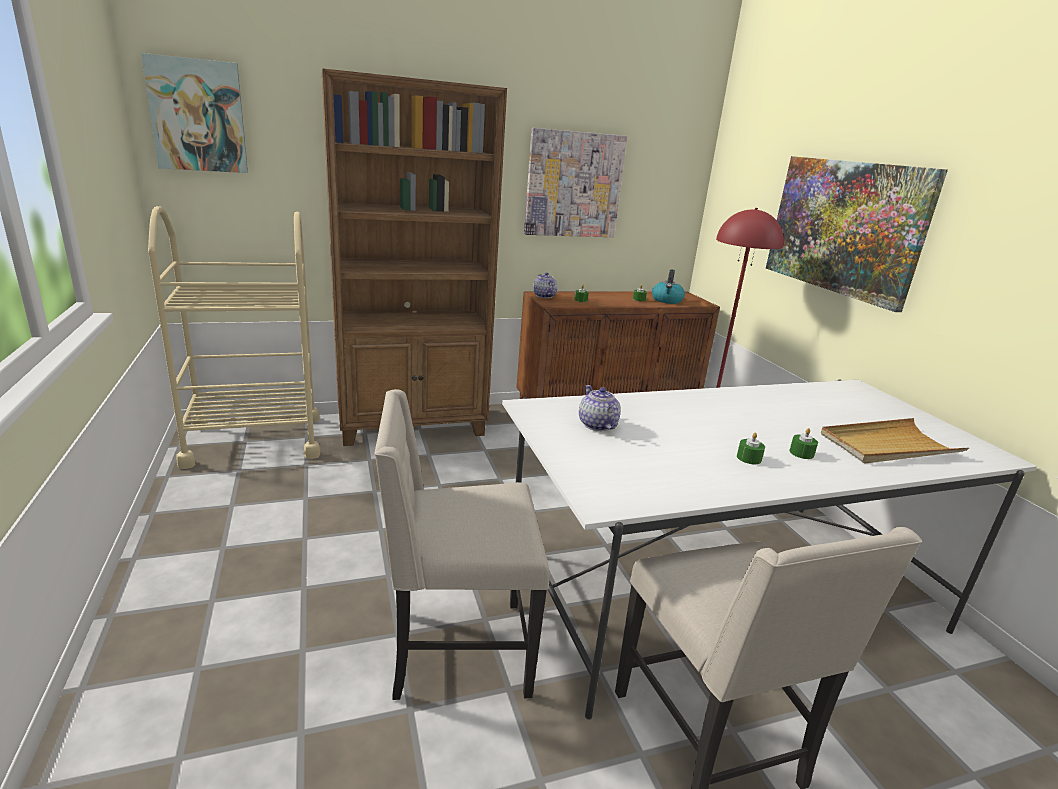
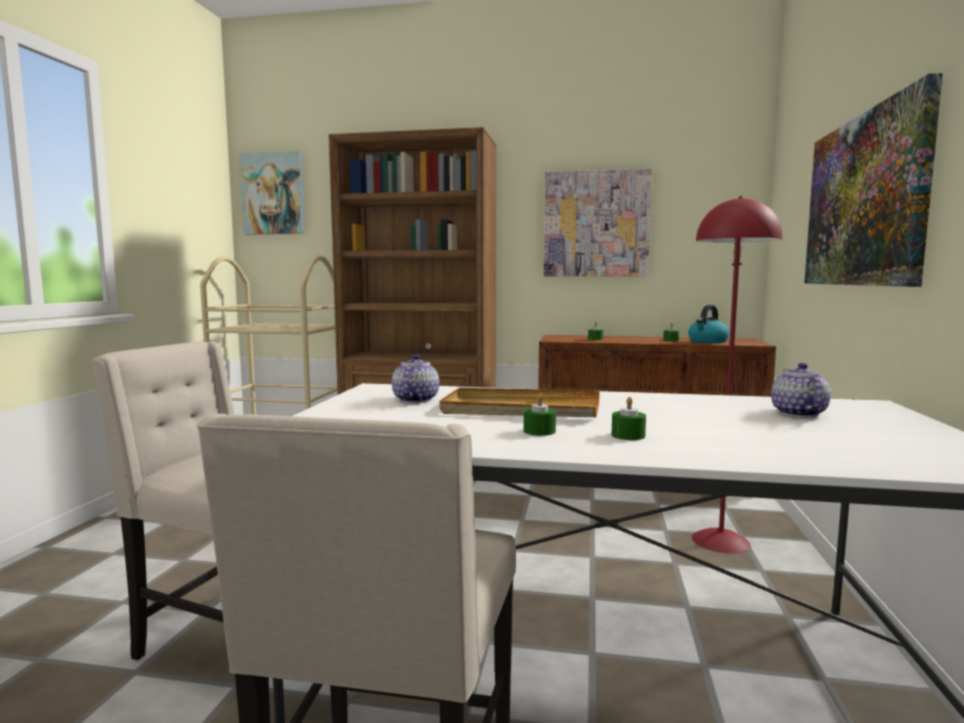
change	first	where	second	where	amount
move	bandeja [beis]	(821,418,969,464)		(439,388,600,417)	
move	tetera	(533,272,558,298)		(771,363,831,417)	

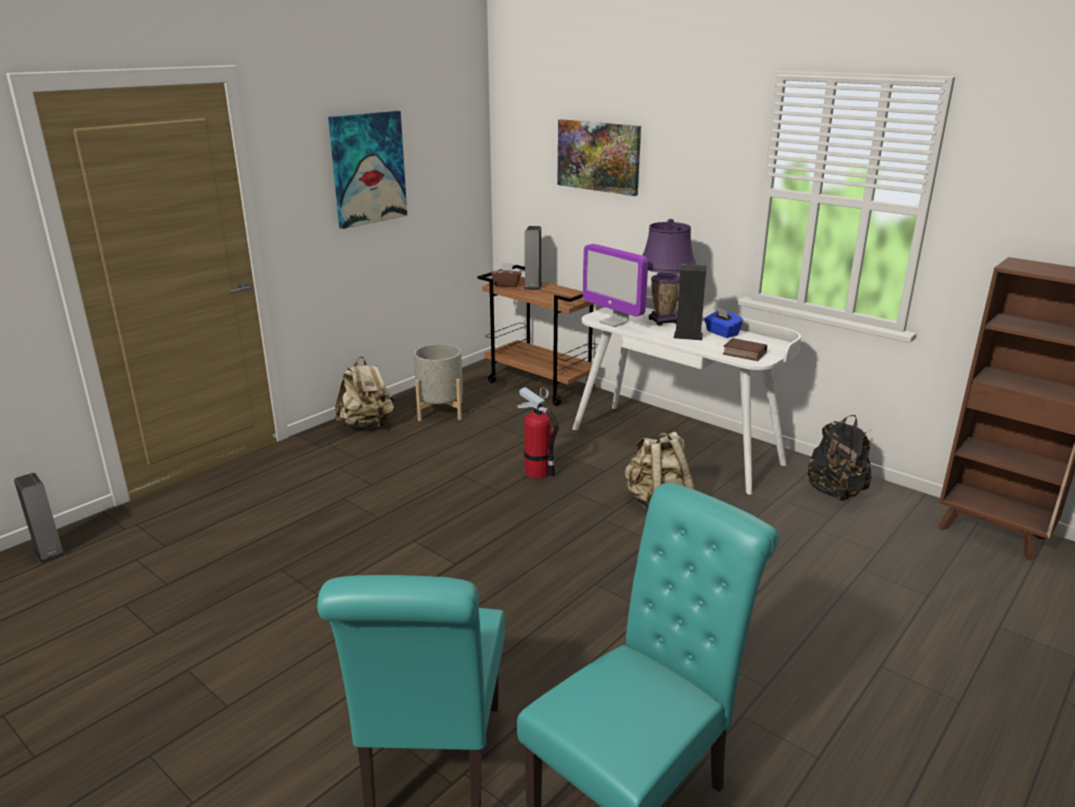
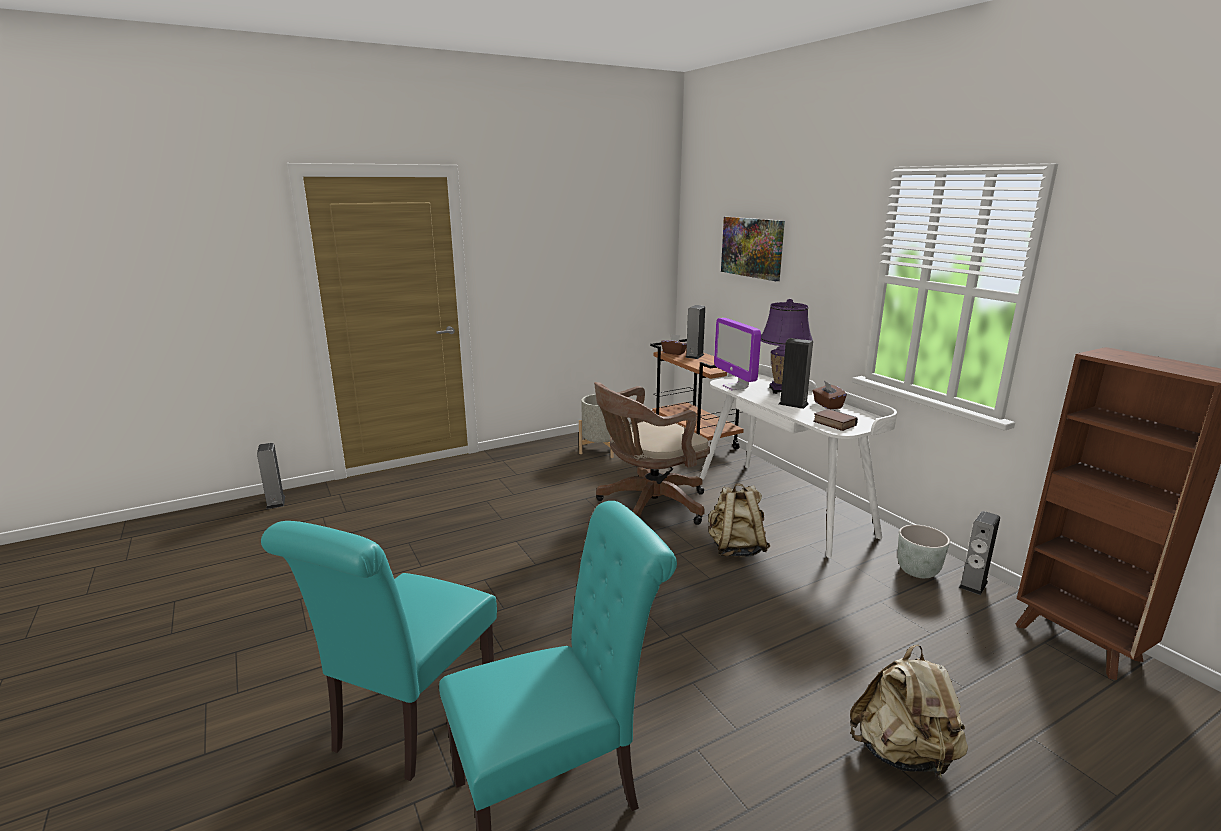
change	first	where	second	where	amount
replace	extintor	(517,387,559,478)	silla de oficina [marrón]	(594,382,710,525)	
recolor	caja de pañuelos [azul]	(704,307,743,338)	caja de pañuelos [marrón]	(813,381,847,409)	
move	mochila [beis]	(335,356,394,428)		(850,645,968,780)	
replace	mochila [negro]	(804,415,871,501)	maceta [gris]	(897,525,950,578)	
insert			altavoz	(959,511,1000,595)	
delete	cuadro	(328,111,407,229)			

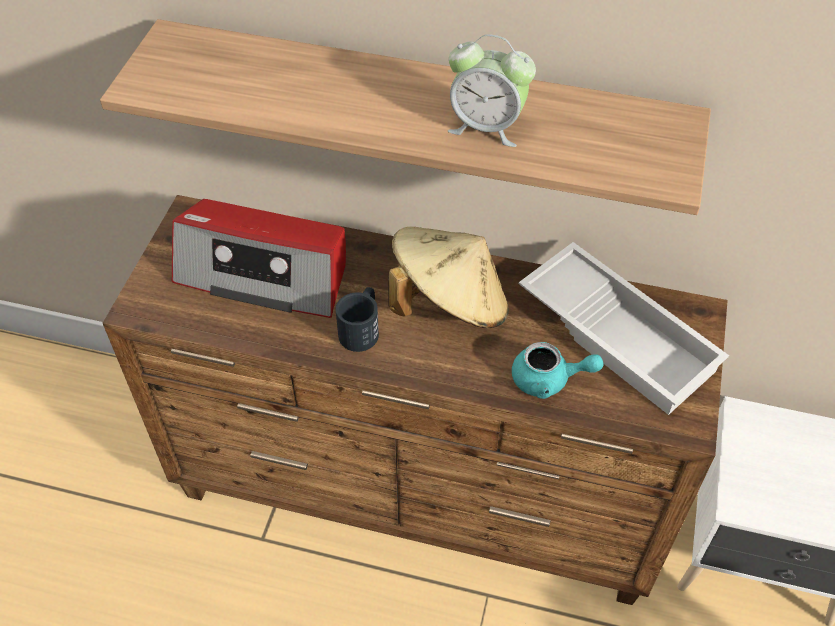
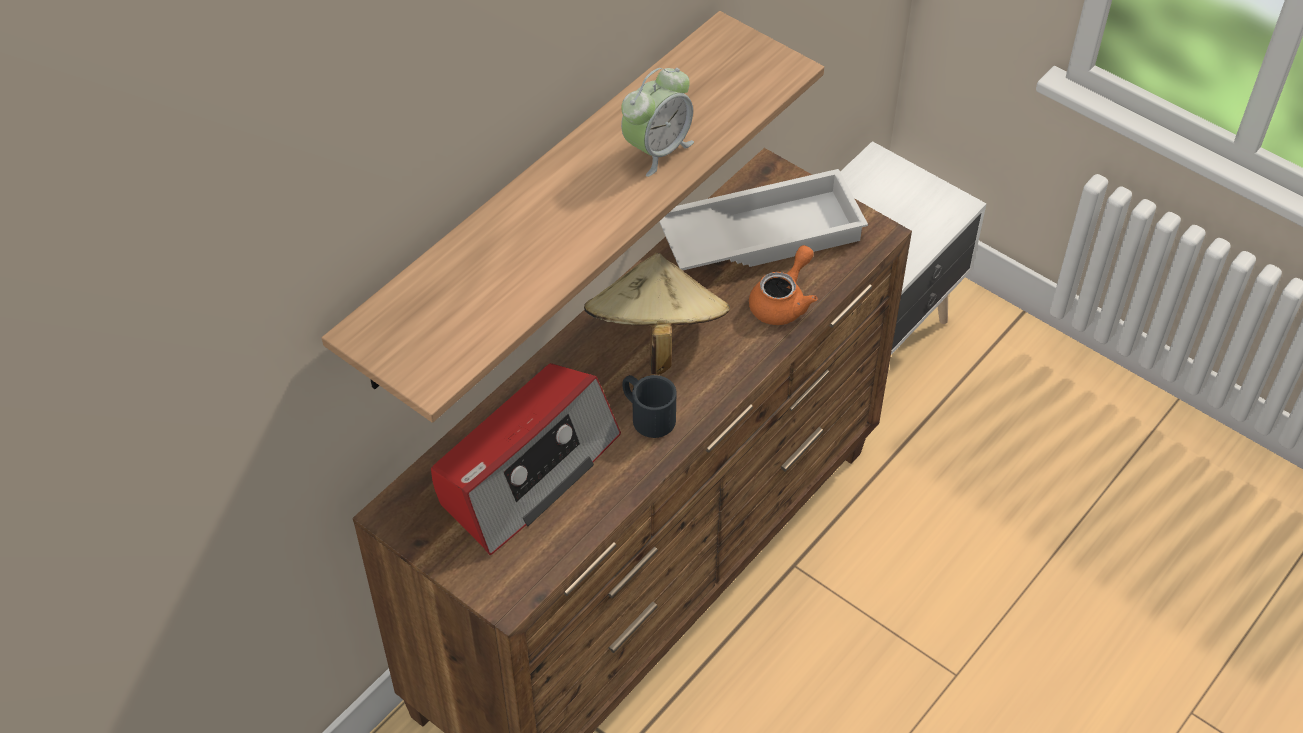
change	first	where	second	where	amount
recolor	tetera [turquesa]	(512,342,604,399)	tetera [naranja]	(749,245,818,325)	

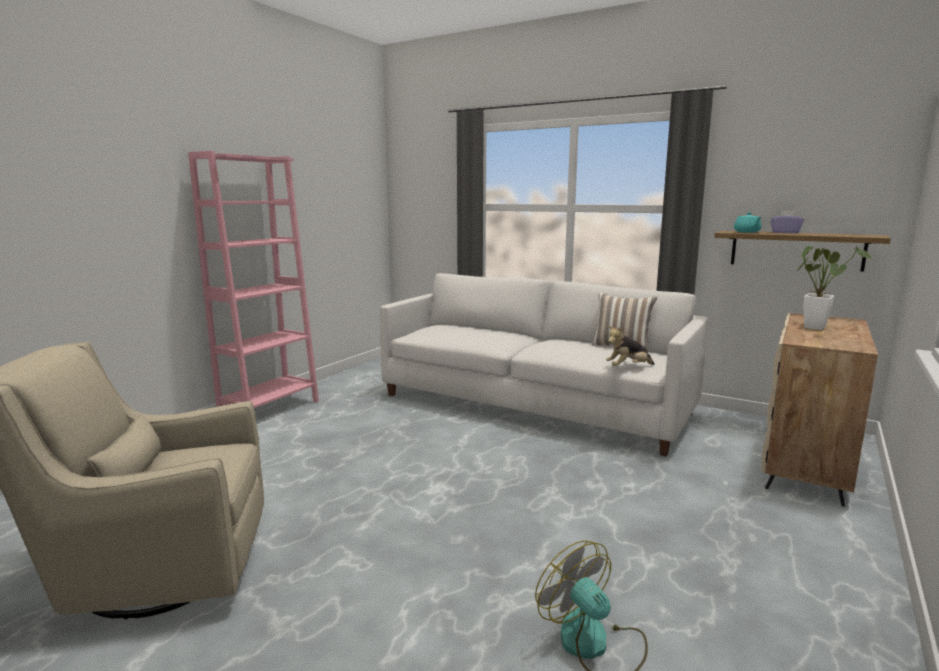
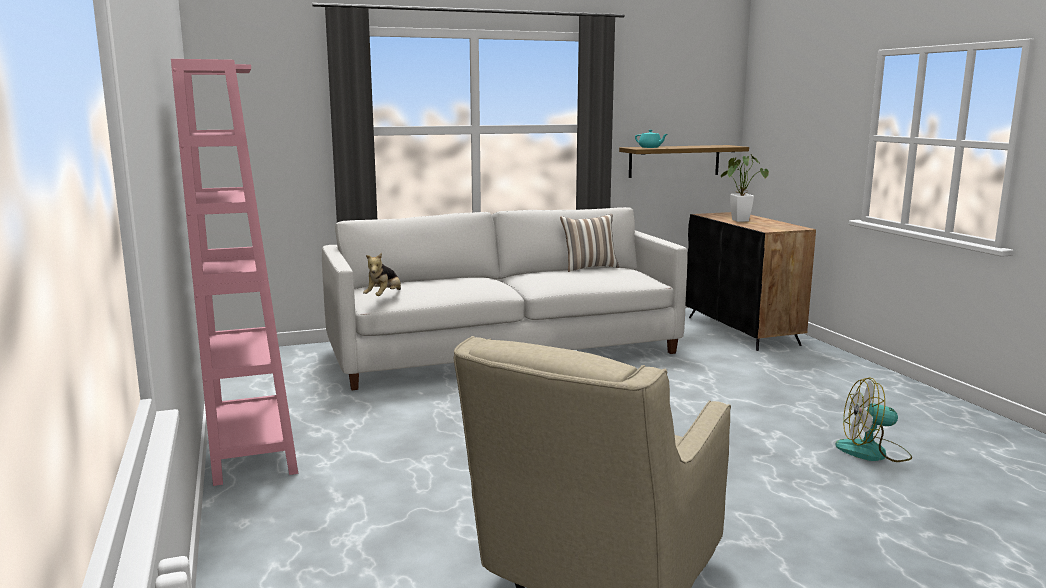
change	first	where	second	where	amount
move	peluche	(606,326,655,366)		(363,253,401,296)	
recolor	armario [beis]	(762,313,878,507)	armario [negro]	(686,212,816,351)	
delete	caja de pañuelos [morado]	(770,210,804,233)			

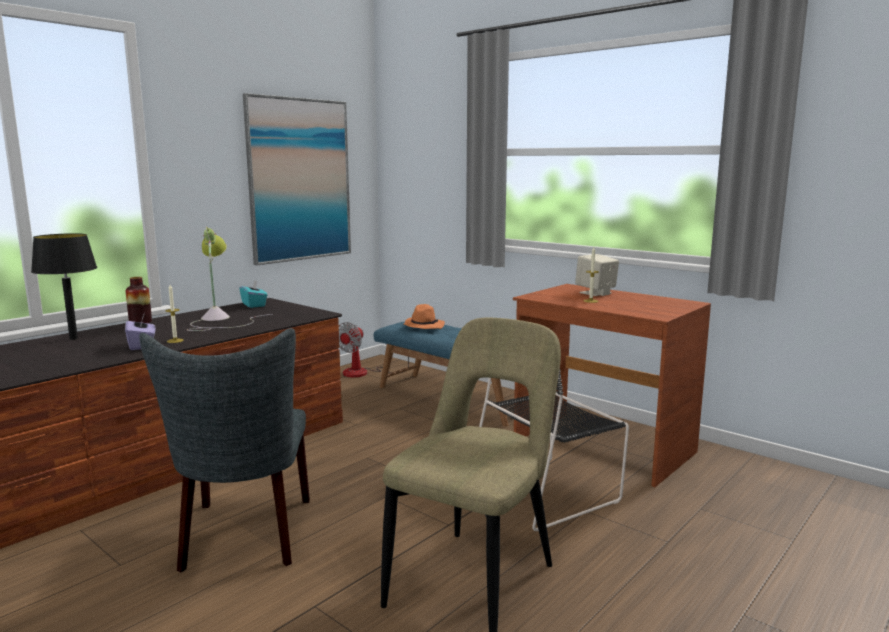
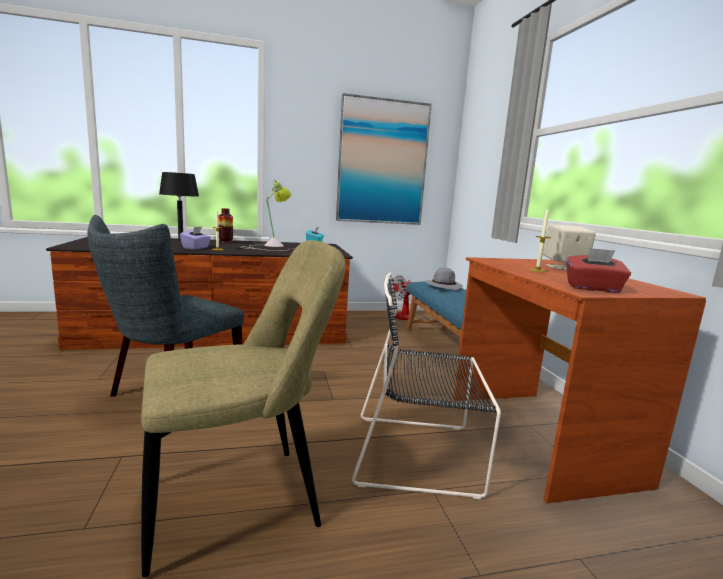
change	first	where	second	where	amount
recolor	sombrero [naranja]	(403,304,445,329)	sombrero [gris]	(425,268,463,290)	
insert			caja de pañuelos [rojo]	(566,248,631,292)	

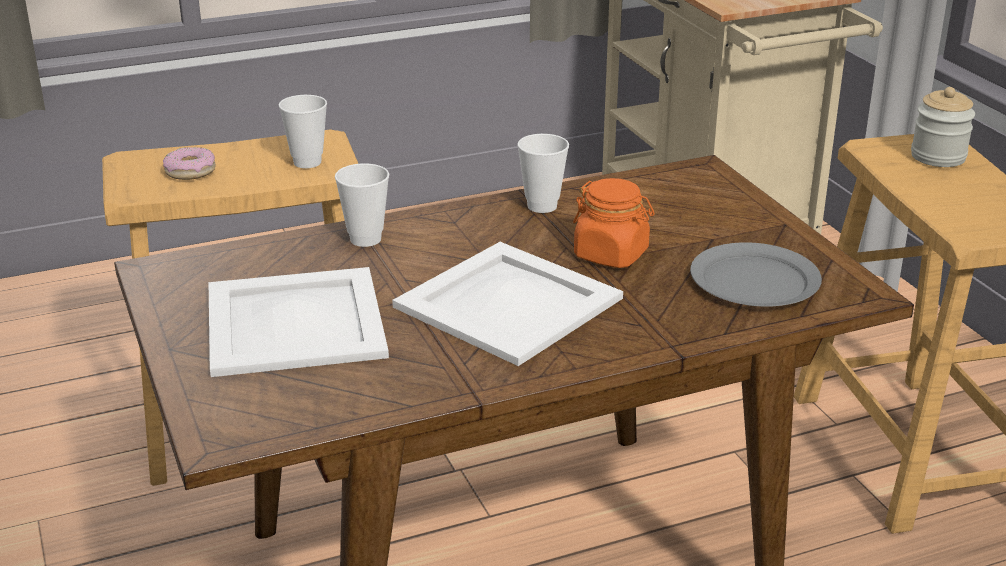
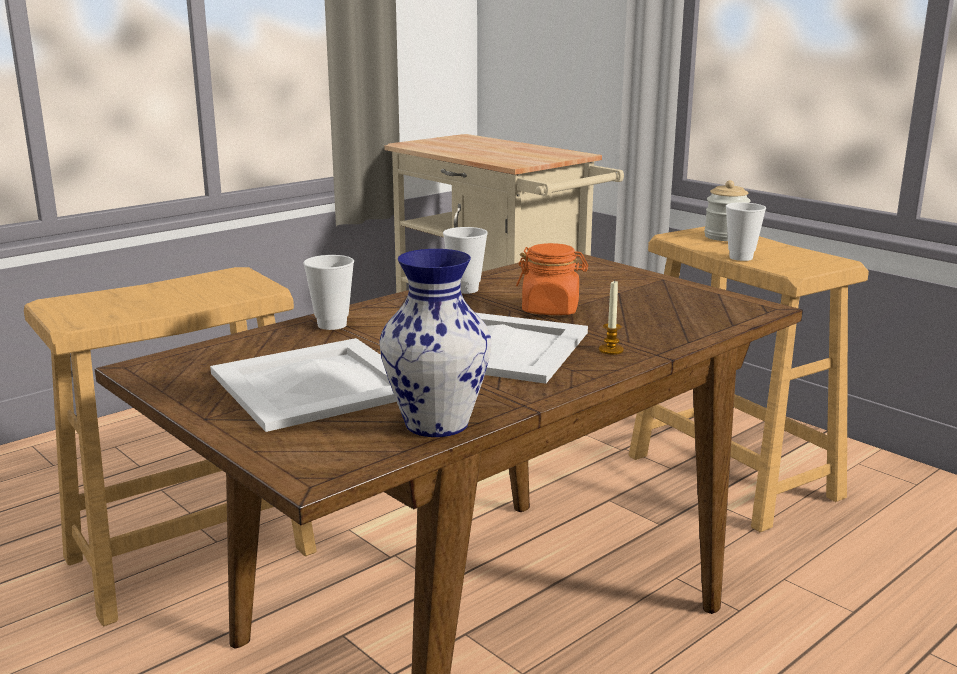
change	first	where	second	where	amount
insert			florero	(379,249,492,437)	
insert			vela	(599,279,624,355)	
move	taza	(279,95,327,168)		(726,202,766,261)	
delete	rosquilla	(163,147,216,180)			
delete	plato [gris]	(690,242,822,307)			

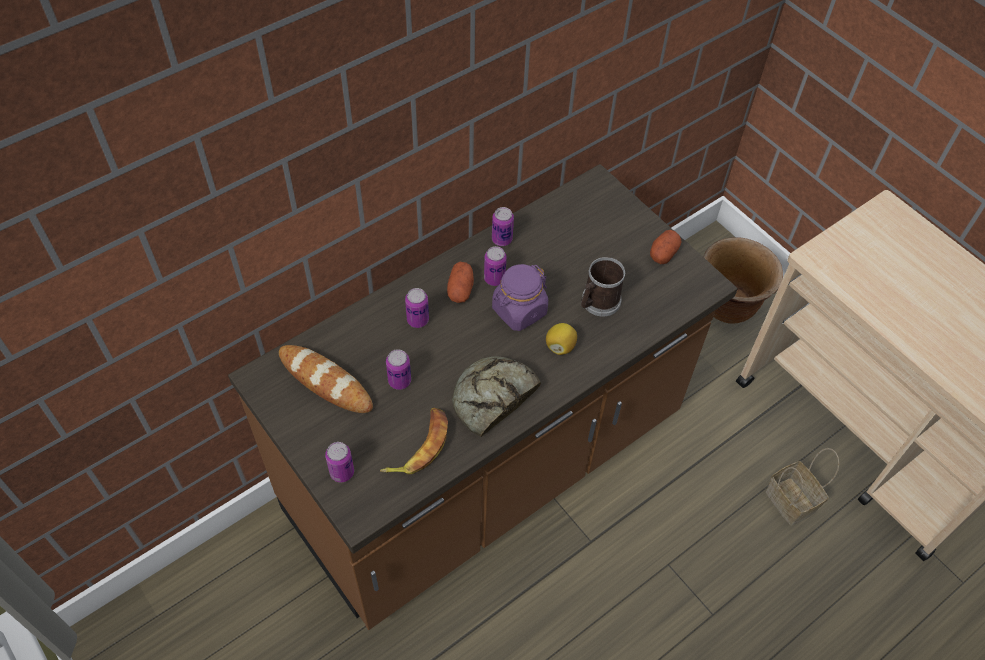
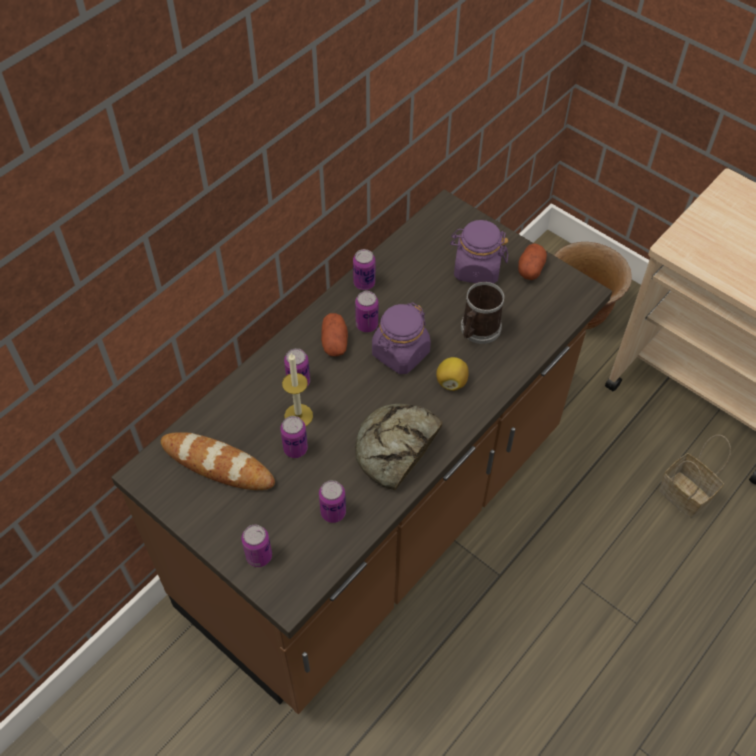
change	first	where	second	where	amount
insert			vela	(282,353,313,426)	
replace	plátano	(380,408,448,474)	lata	(319,480,346,523)	
insert			tarro [morado]	(450,220,509,284)	

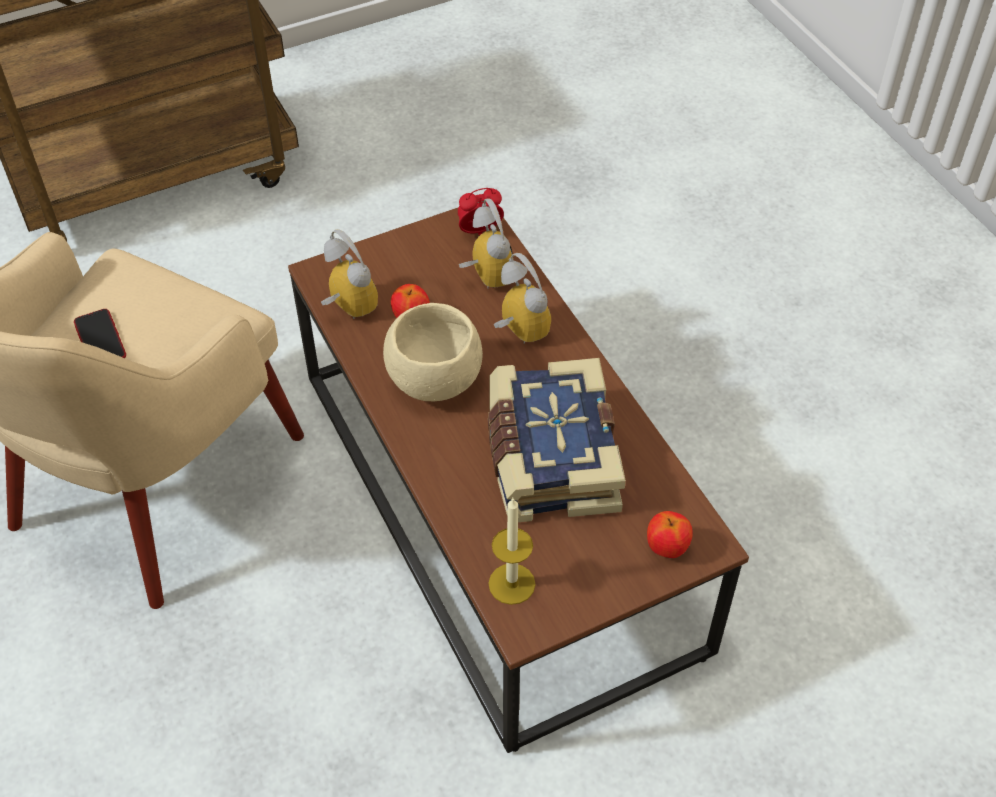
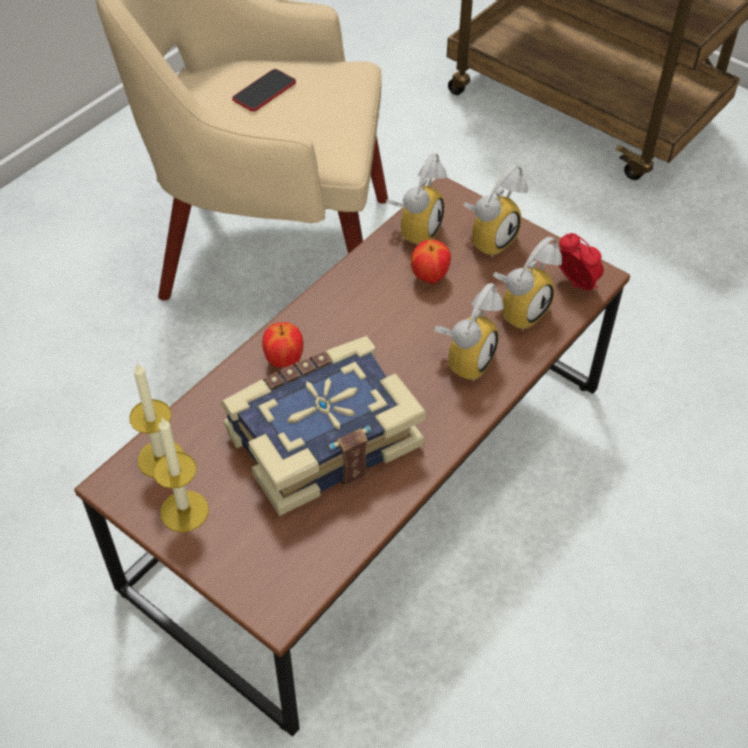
change	first	where	second	where	amount
insert			vela	(153,417,209,533)	
move	manzana	(647,511,693,558)		(262,322,303,367)	
insert			despertador	(463,165,528,258)	
delete	cuenco [beis]	(383,303,483,401)			

